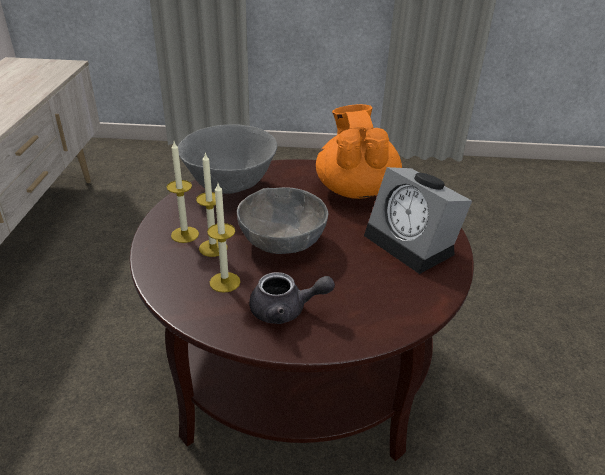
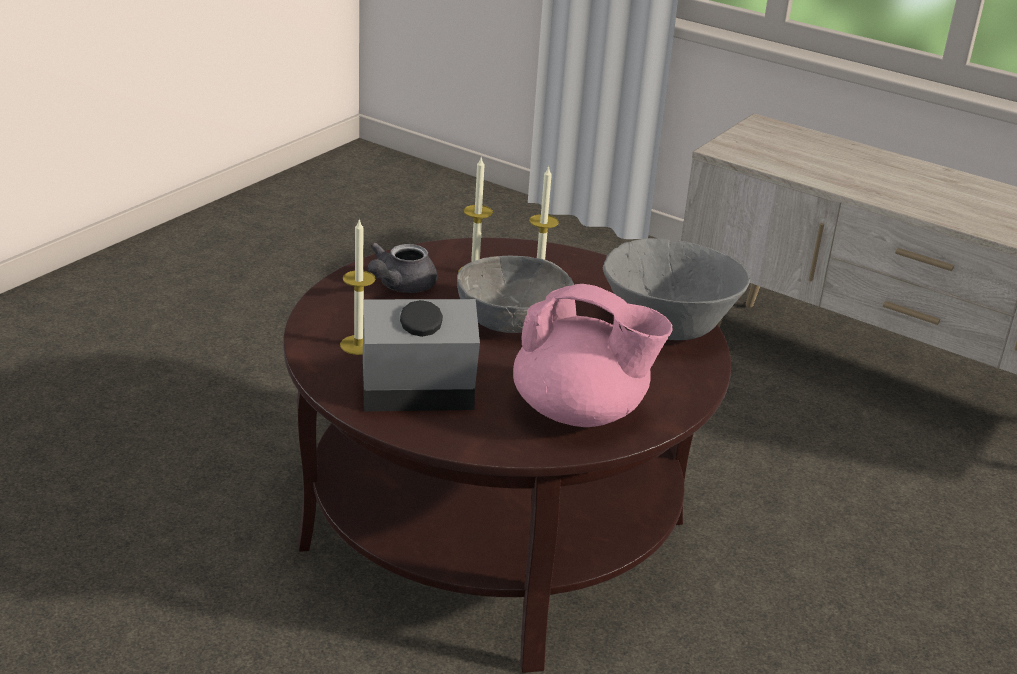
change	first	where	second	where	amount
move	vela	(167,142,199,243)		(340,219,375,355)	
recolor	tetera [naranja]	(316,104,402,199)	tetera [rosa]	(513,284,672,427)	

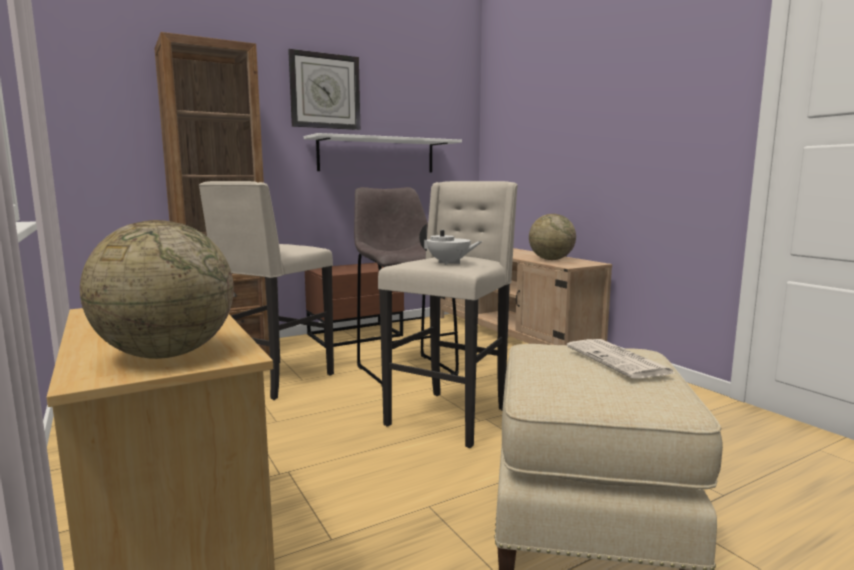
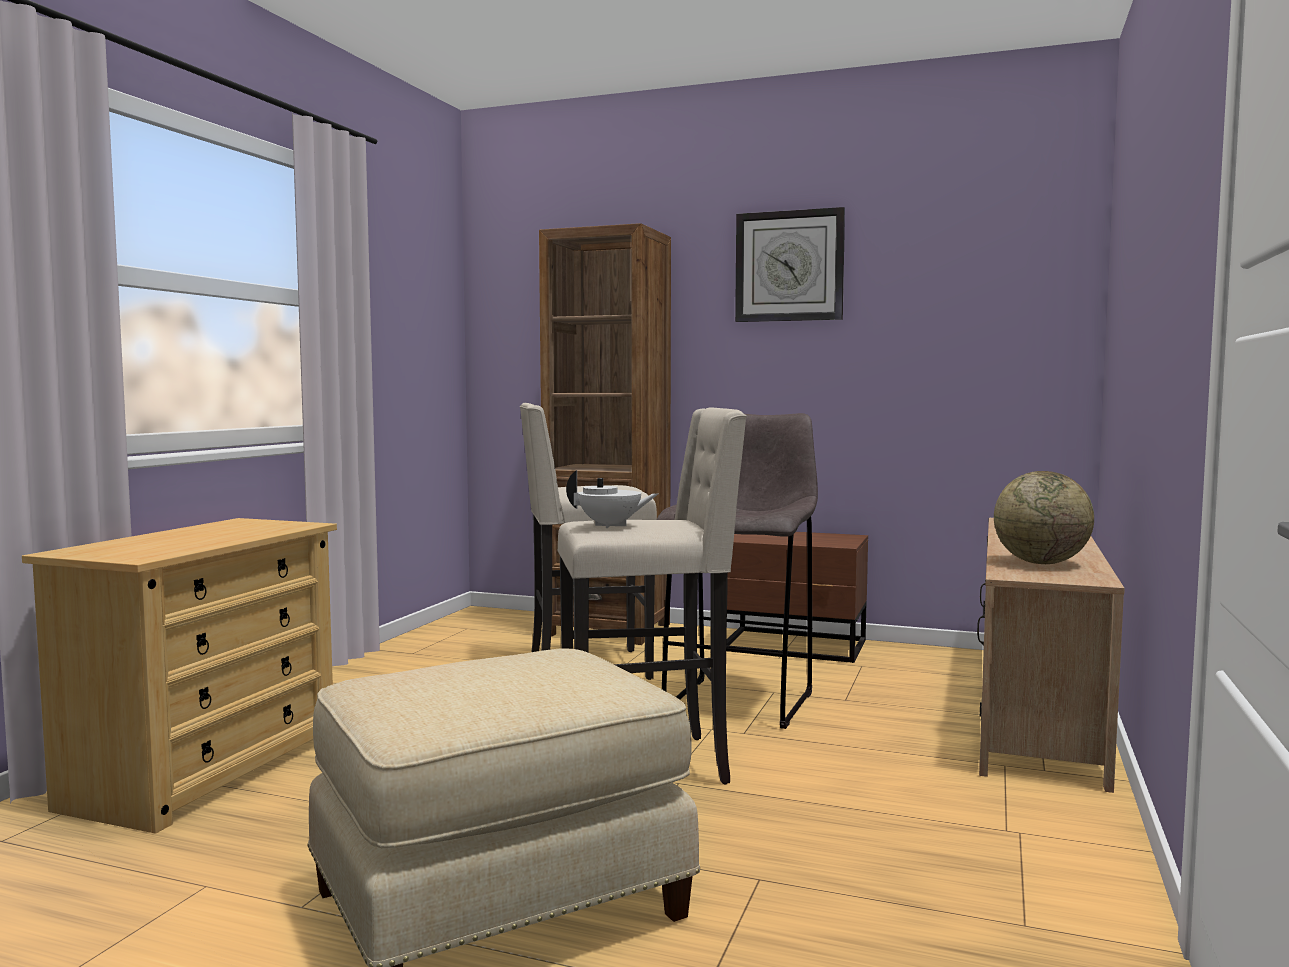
change	first	where	second	where	amount
rotate	tetera [blanco]	(419,224,483,265)		(566,470,658,528)	60 degrees counterclockwise
delete	globo terráqueo	(80,220,234,359)			
delete	estante [blanco]	(304,133,462,172)			
delete	periódico	(567,339,677,379)			

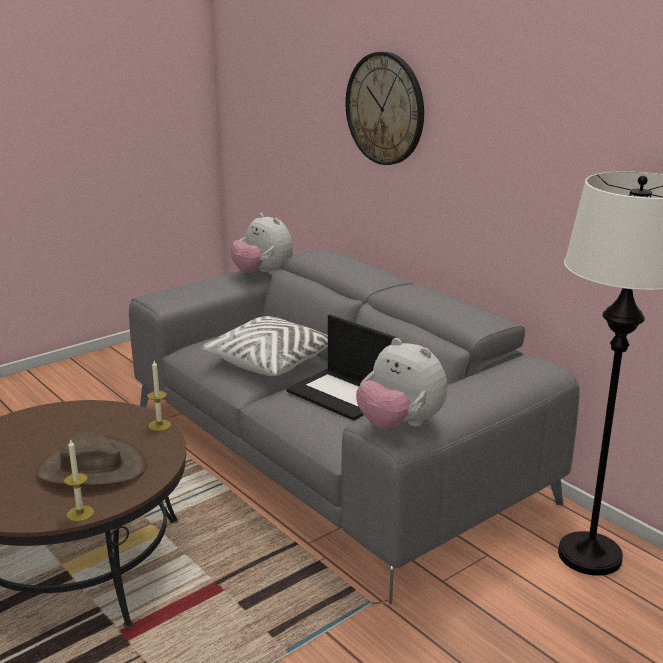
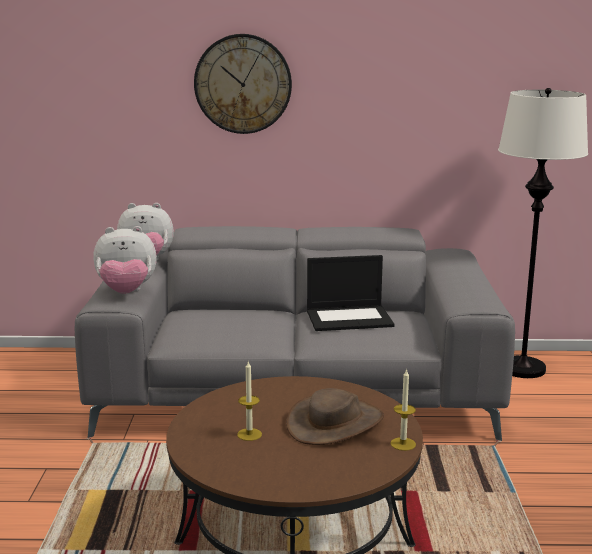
change	first	where	second	where	amount
move	peluche	(356,338,447,429)		(93,226,157,294)	
move	vela	(147,360,171,431)		(237,362,262,441)	
delete	cojín [blanco]	(201,316,328,376)			

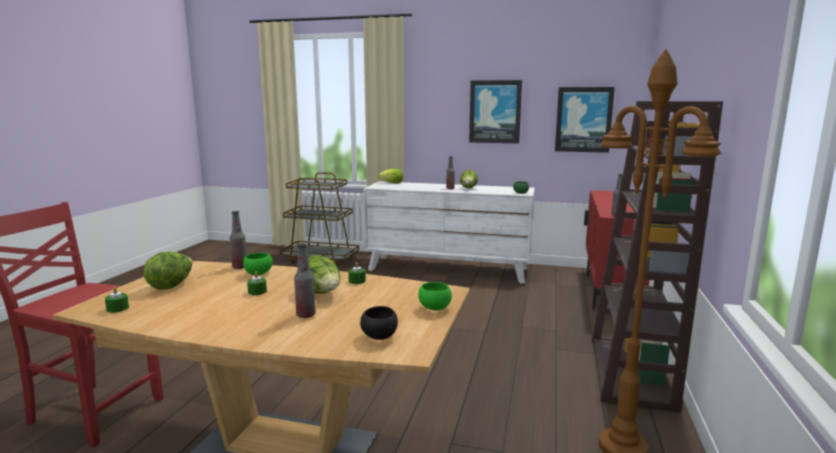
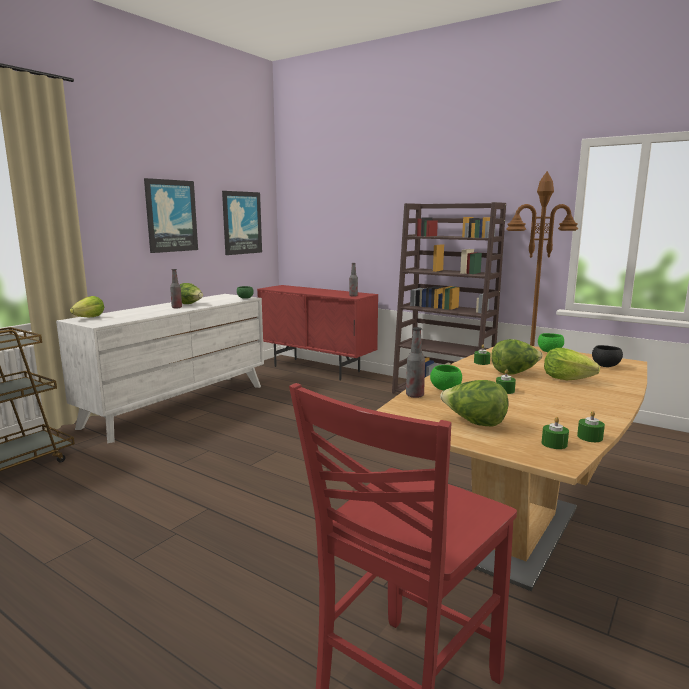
change	first	where	second	where	amount
replace	botella	(294,244,316,318)	lechuga	(544,348,600,380)	
insert			vela [verde]	(577,411,605,442)	

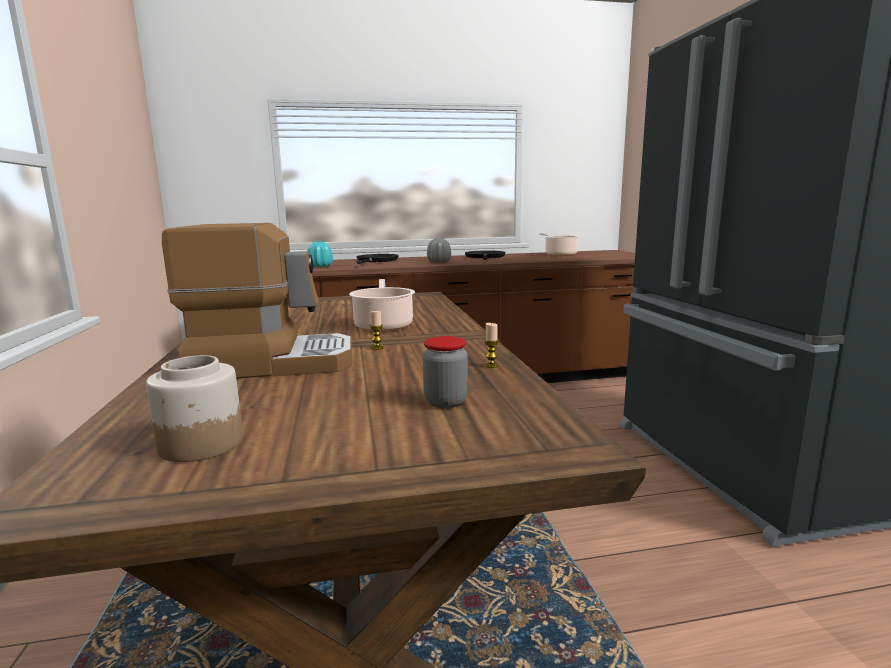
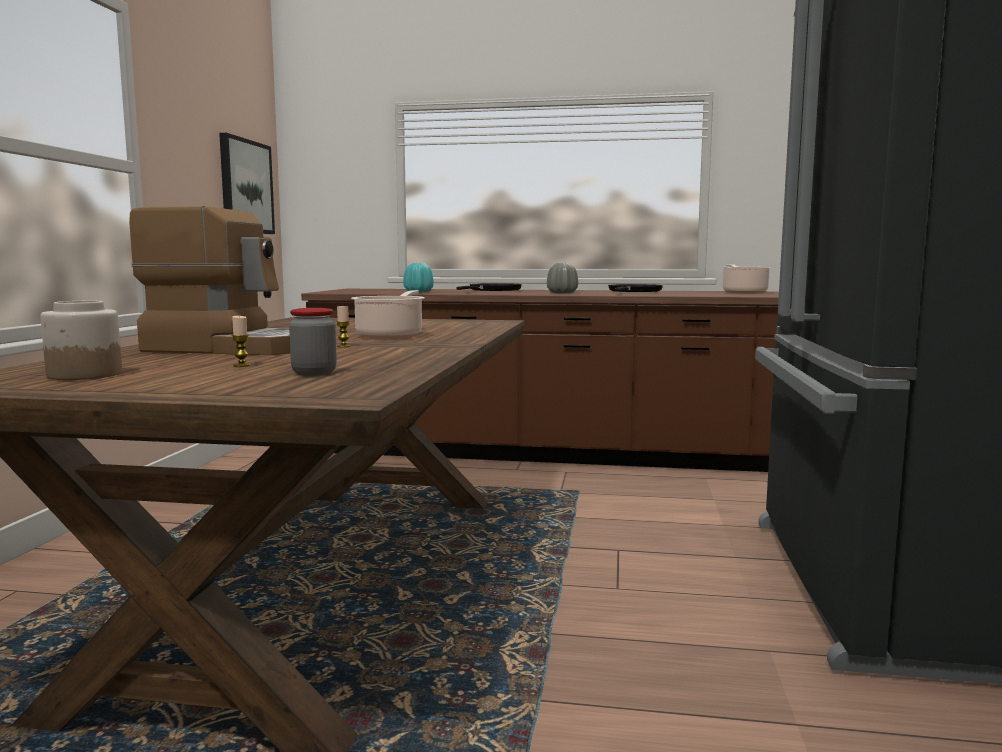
change	first	where	second	where	amount
insert			cuadro	(219,133,275,234)	
move	vela	(484,323,499,368)		(231,315,251,367)	

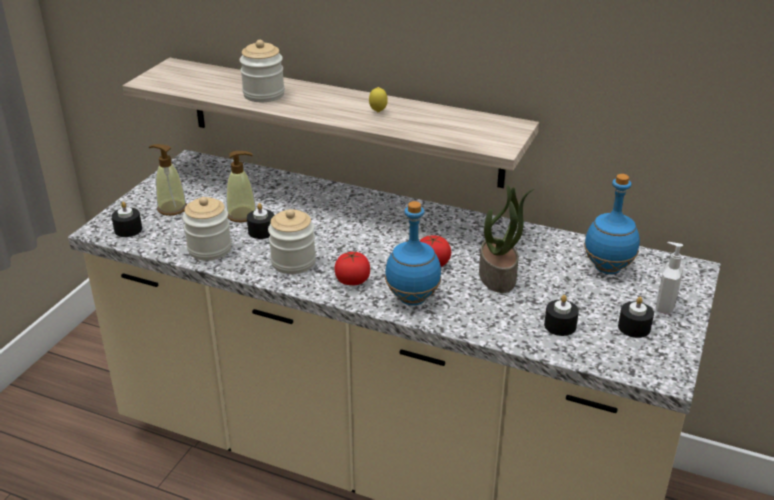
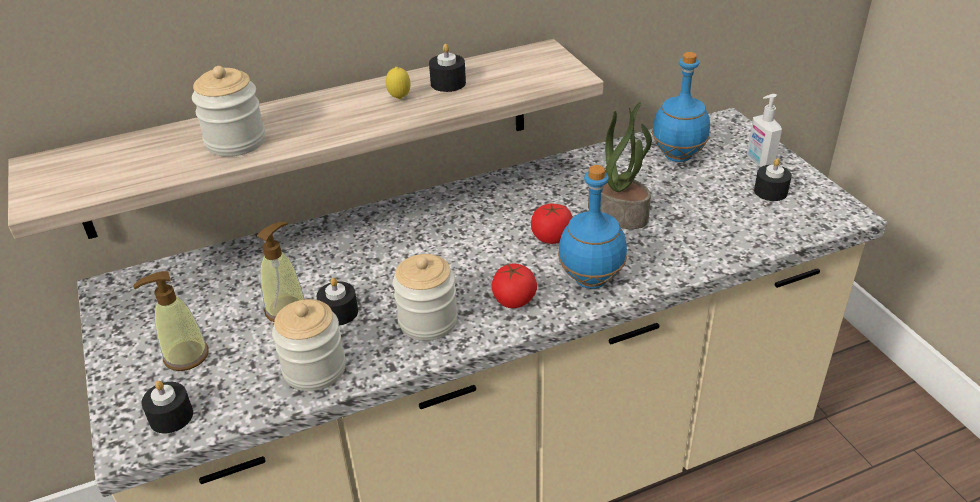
change	first	where	second	where	amount
move	vela [negro]	(544,295,579,336)		(429,44,466,92)	

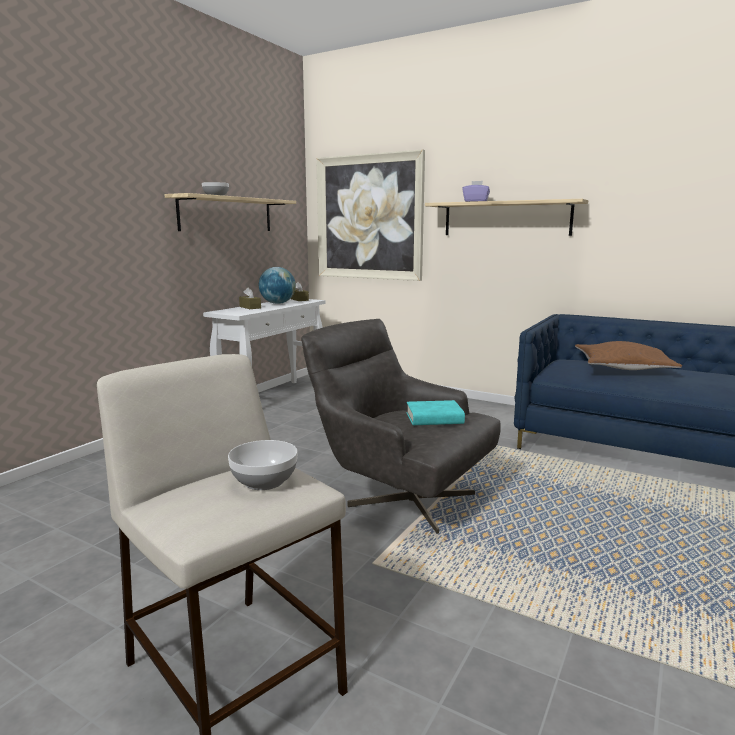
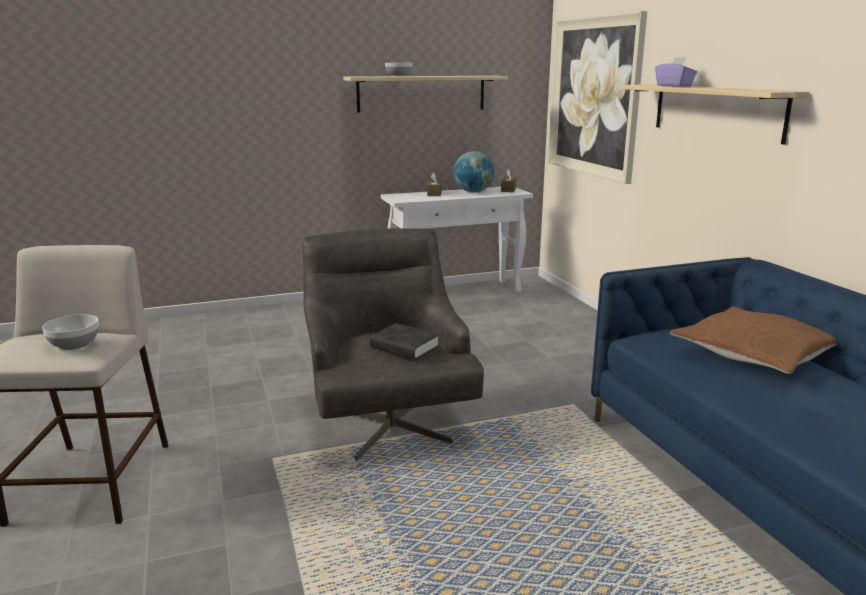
change	first	where	second	where	amount
recolor	libro [turquesa]	(406,400,465,425)	libro [negro]	(370,323,440,360)	

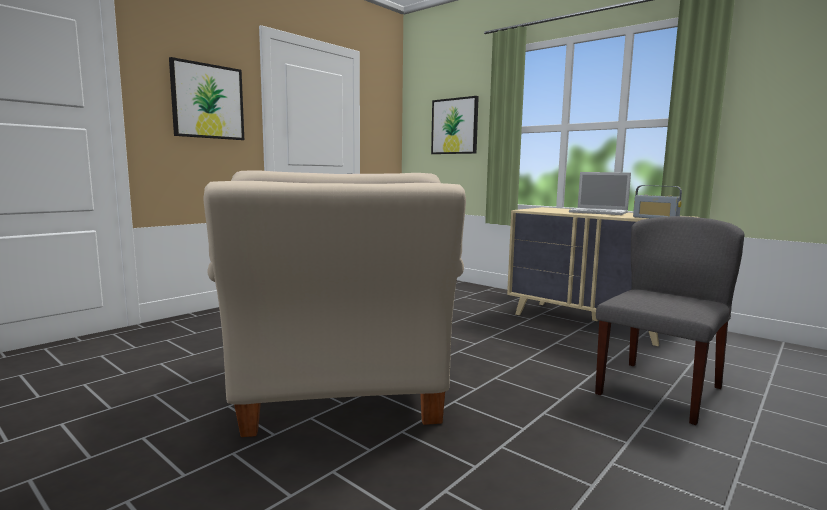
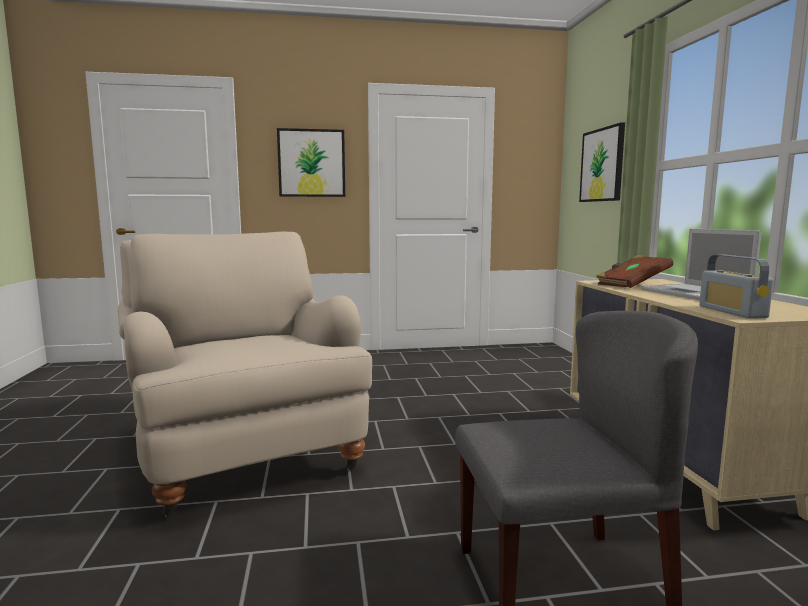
change	first	where	second	where	amount
rotate	sillón [beis]	(204,170,466,437)		(118,232,372,517)	120 degrees clockwise
insert			libro [marrón]	(596,255,673,288)	

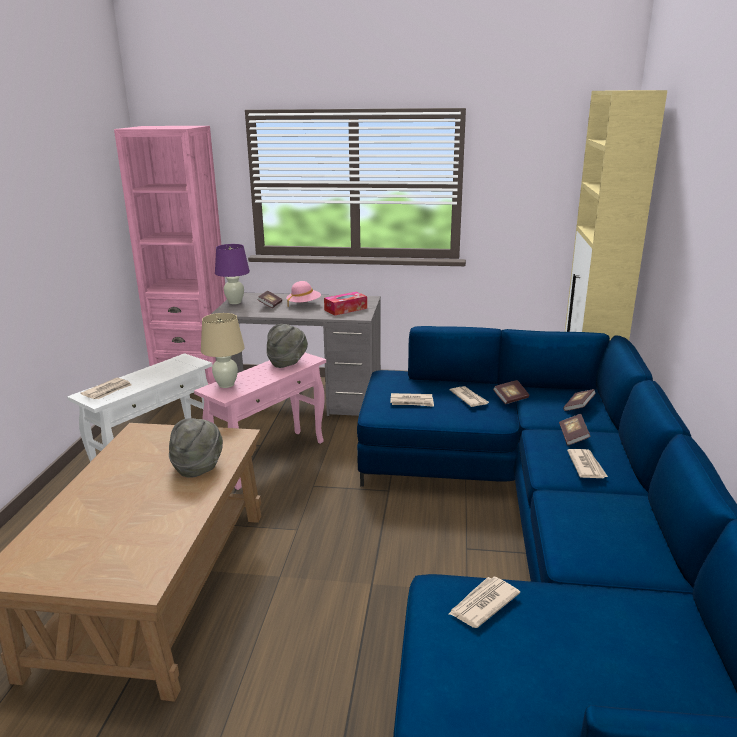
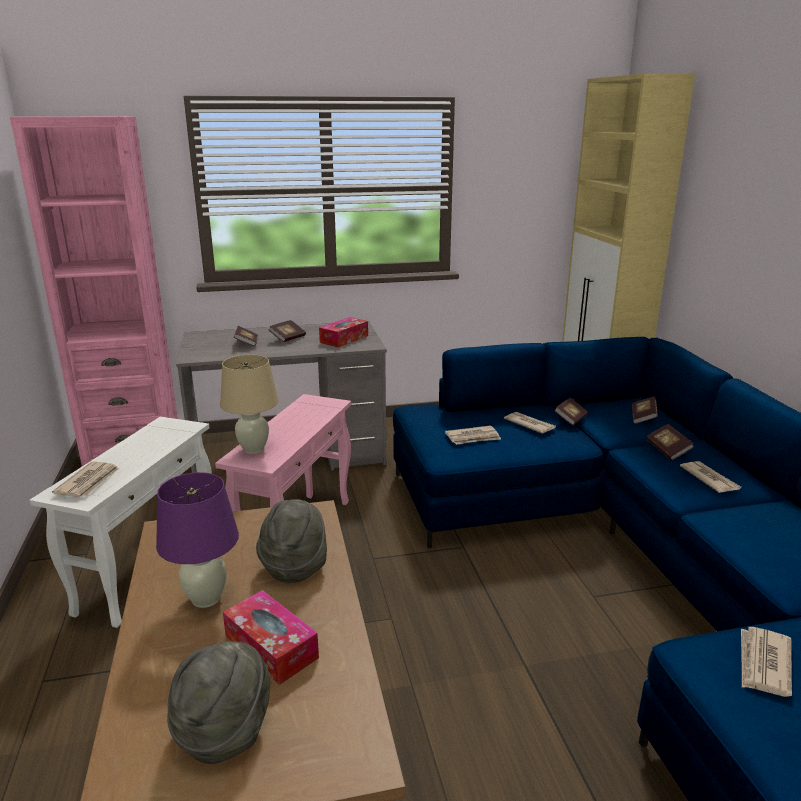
change	first	where	second	where	amount
move	lámpara de mesa [morado]	(215,244,250,304)		(156,472,239,608)	
move	sombrero [gris]	(266,324,308,368)		(167,641,270,764)	
insert			caja de pañuelos	(223,590,319,685)	
replace	sombrero [rosa]	(286,281,321,307)	libro	(269,320,306,342)	

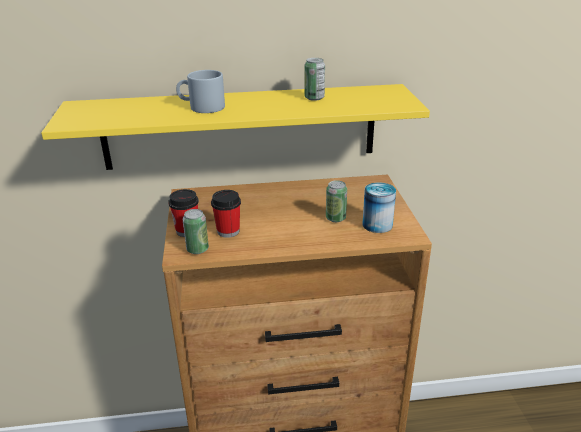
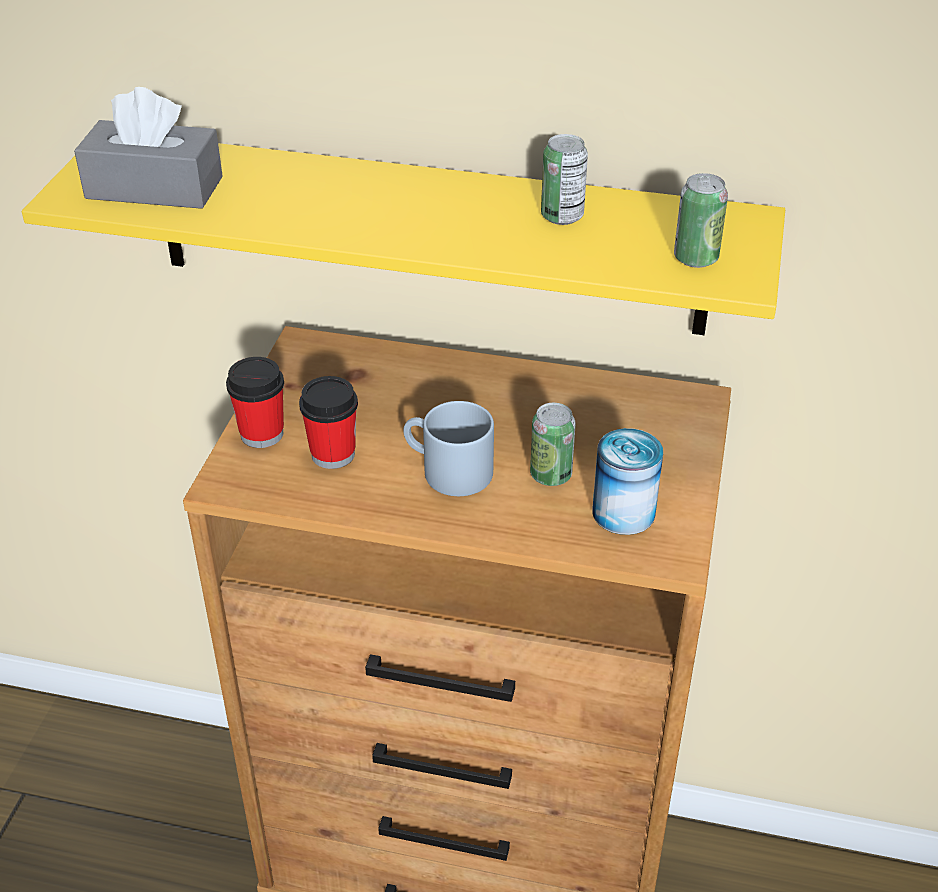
change	first	where	second	where	amount
insert			caja de pañuelos [gris]	(74,87,223,209)	
move	taza grande [gris]	(176,70,225,113)		(403,401,494,496)	
move	lata	(183,209,209,254)		(674,173,728,268)	

